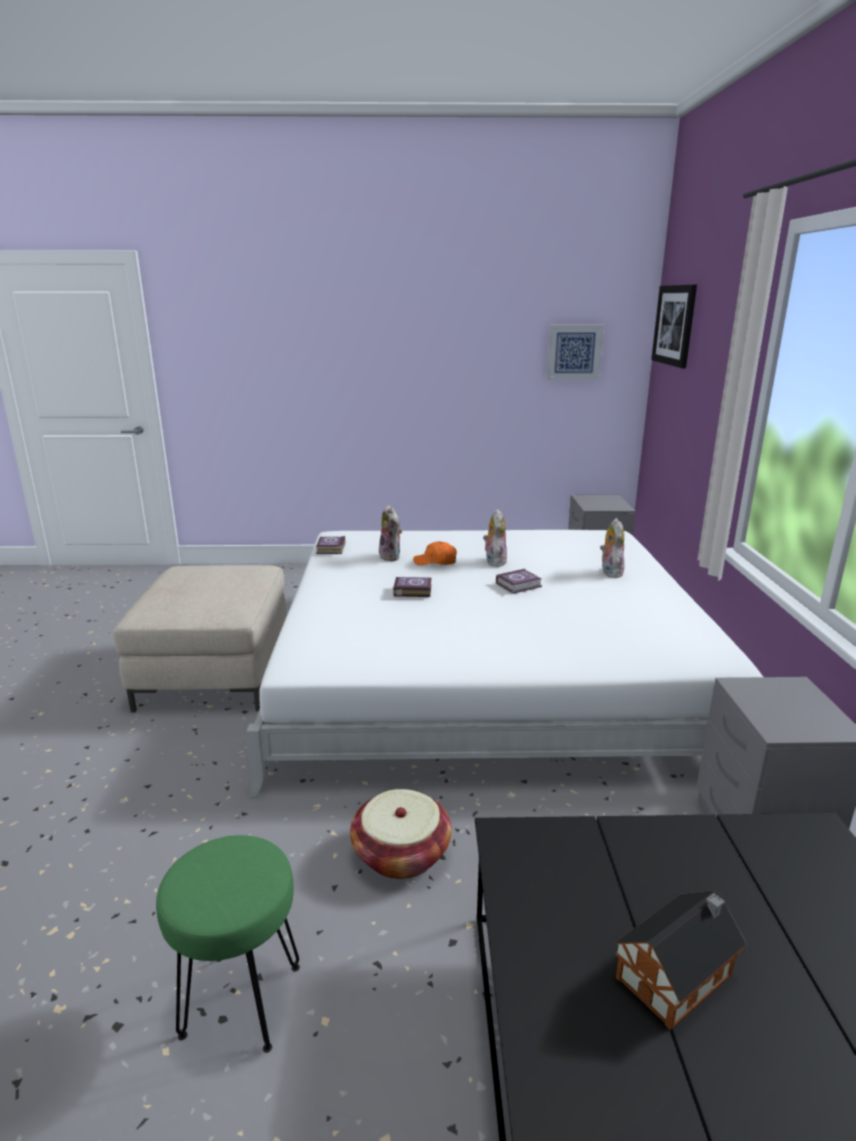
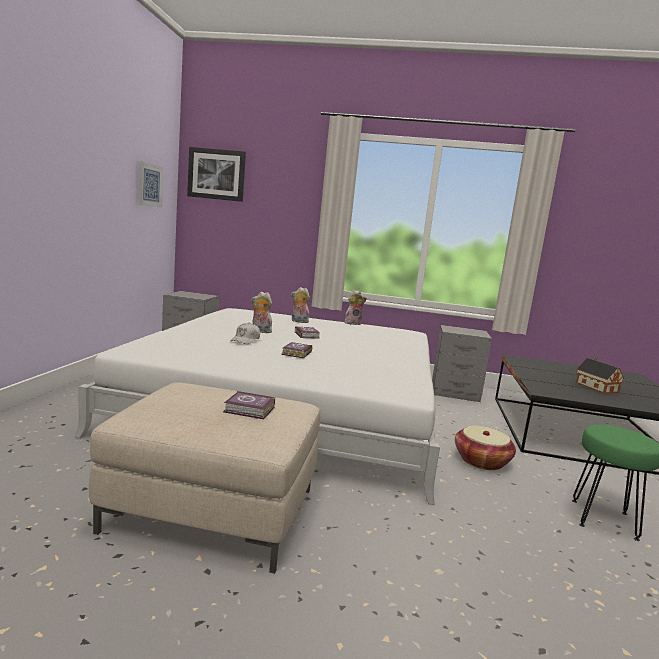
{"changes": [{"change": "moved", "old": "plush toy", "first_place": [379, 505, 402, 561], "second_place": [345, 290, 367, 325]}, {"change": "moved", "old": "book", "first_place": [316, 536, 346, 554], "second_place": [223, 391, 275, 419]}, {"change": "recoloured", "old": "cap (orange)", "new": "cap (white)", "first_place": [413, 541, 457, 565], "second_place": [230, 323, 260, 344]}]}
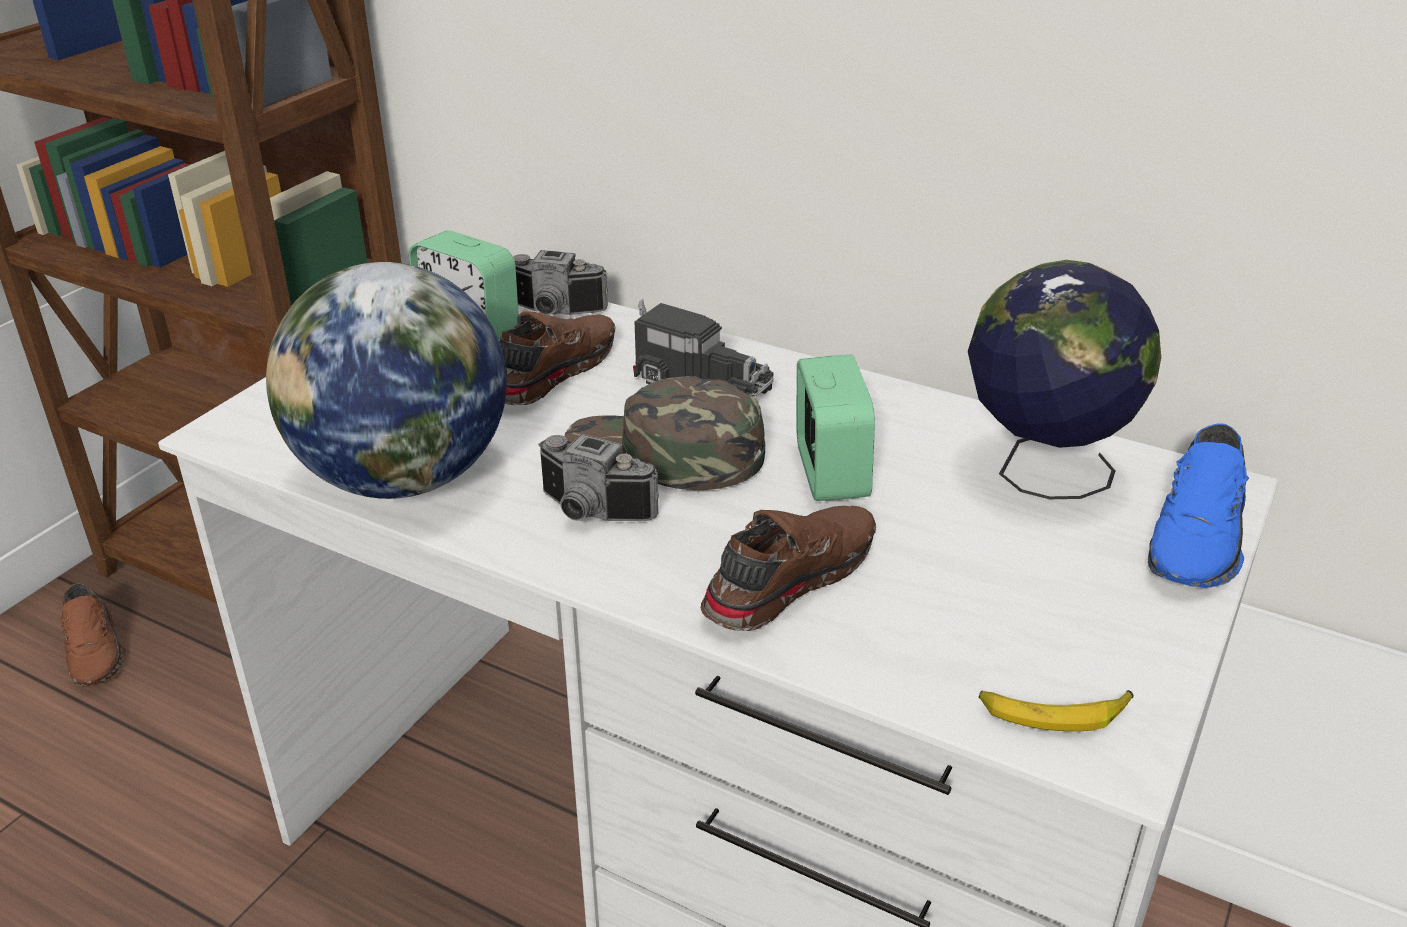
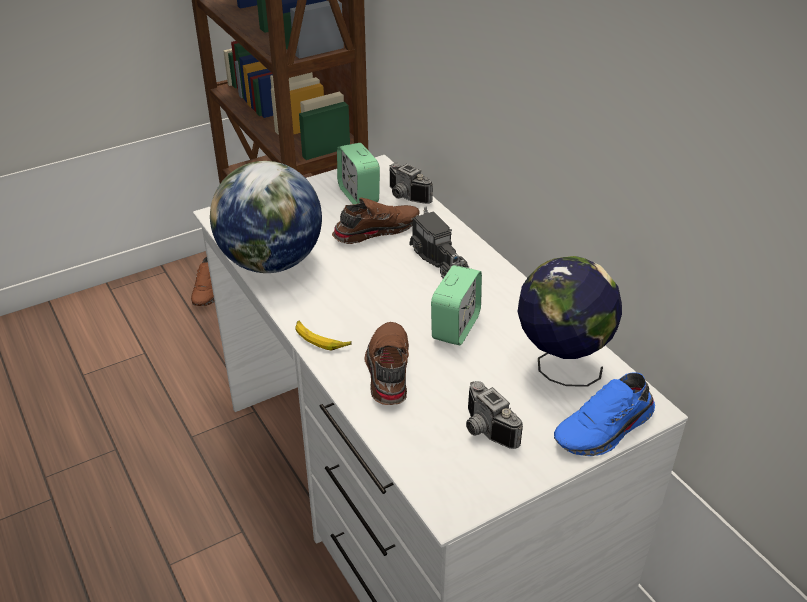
{"changes": [{"change": "removed", "old": "cap (green)", "first_place": [564, 376, 765, 490]}, {"change": "moved", "old": "photo camera", "first_place": [538, 434, 659, 521], "second_place": [466, 381, 523, 449]}, {"change": "turned", "old": "shoe (brown)", "first_place": [701, 506, 876, 631], "second_place": [364, 322, 409, 405], "degrees": -75}, {"change": "moved", "old": "banana", "first_place": [979, 690, 1134, 731], "second_place": [295, 321, 352, 351]}]}
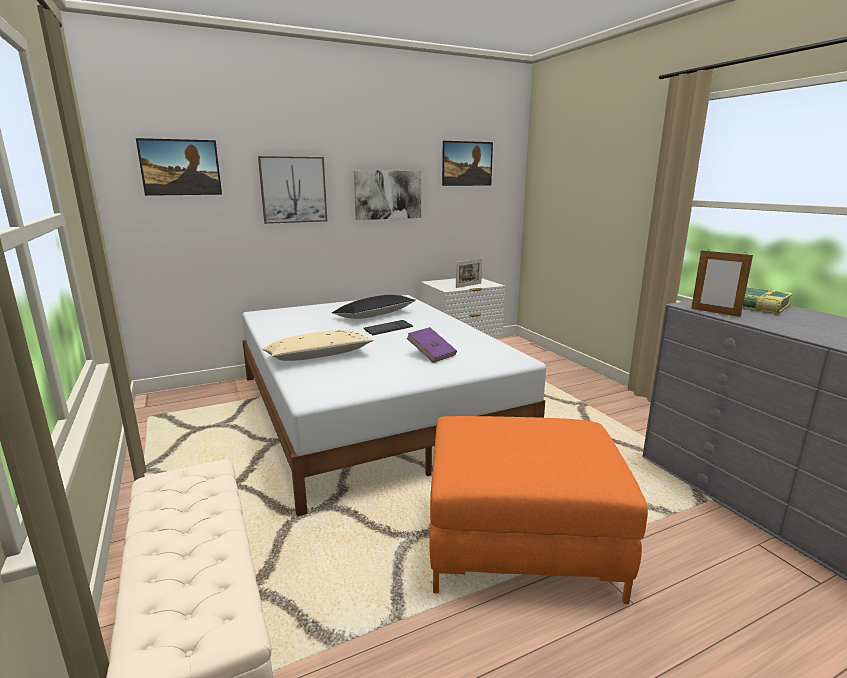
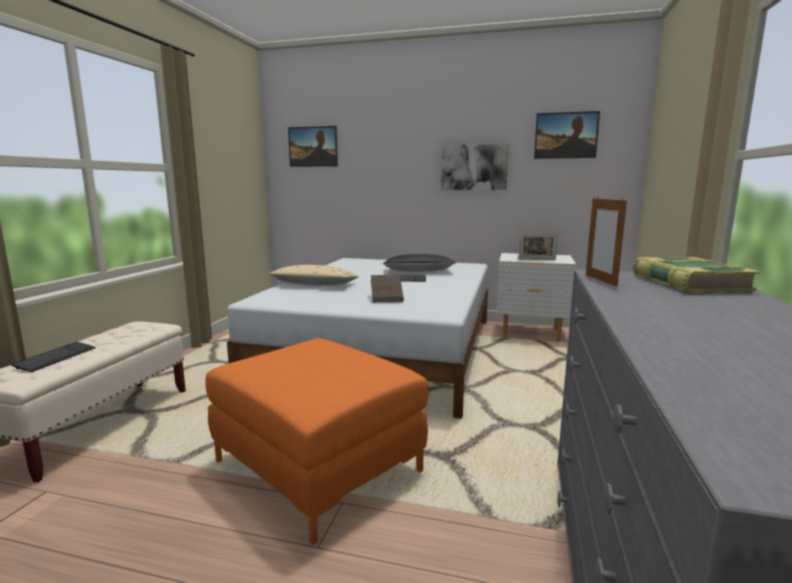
{"changes": [{"change": "removed", "old": "picture", "first_place": [258, 156, 327, 224]}, {"change": "recoloured", "old": "book (purple)", "new": "book (brown)", "first_place": [407, 327, 457, 363], "second_place": [371, 275, 404, 302]}, {"change": "added", "new": "keyboard", "second_place": [11, 342, 96, 372]}]}
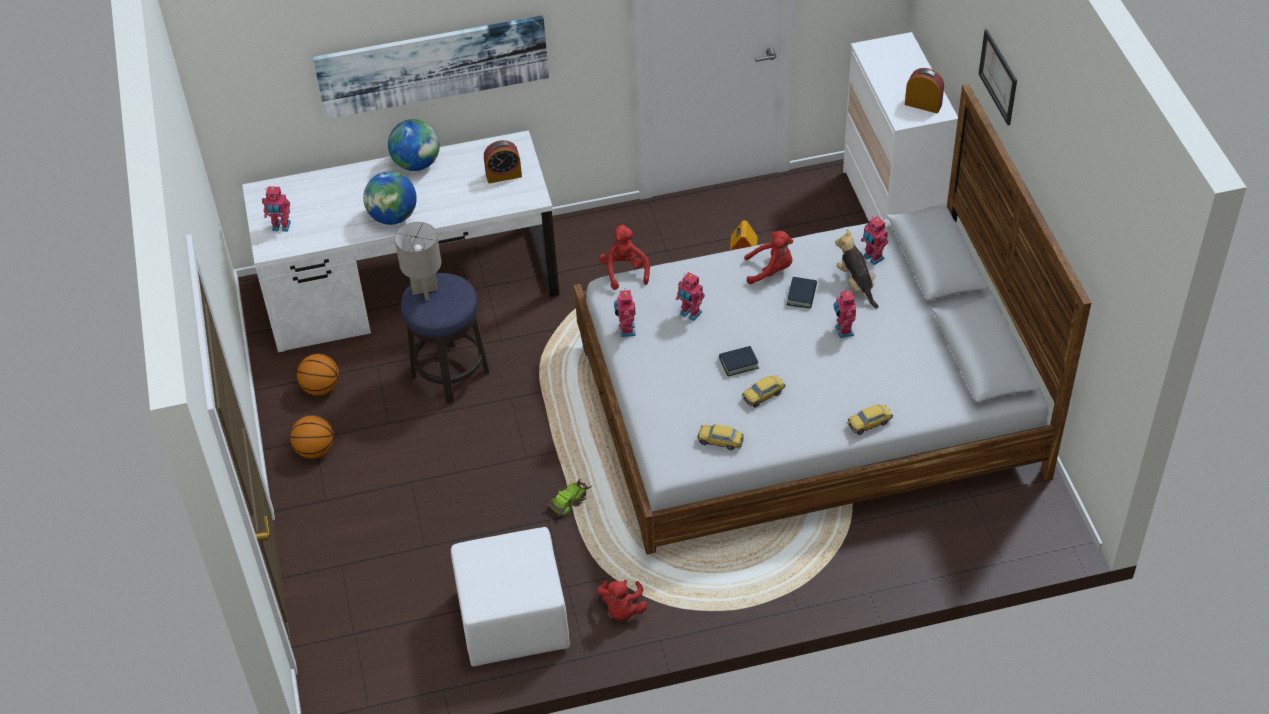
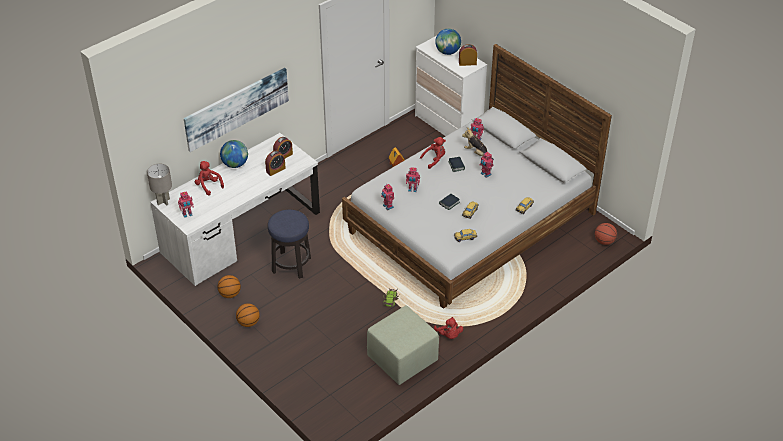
{"changes": [{"change": "removed", "old": "picture", "first_place": [979, 29, 1017, 125]}, {"change": "moved", "old": "globe", "first_place": [363, 171, 417, 225], "second_place": [435, 29, 461, 55]}, {"change": "moved", "old": "table lamp (grey)", "first_place": [395, 222, 441, 300], "second_place": [147, 164, 172, 206]}, {"change": "moved", "old": "plush toy (red)", "first_place": [599, 224, 650, 290], "second_place": [194, 161, 224, 195]}, {"change": "recoloured", "old": "ottoman (white)", "new": "ottoman (green)", "first_place": [451, 527, 570, 666], "second_place": [367, 305, 439, 385]}, {"change": "added", "new": "alarm clock", "second_place": [265, 151, 286, 176]}, {"change": "added", "new": "basketball", "second_place": [595, 223, 617, 245]}]}
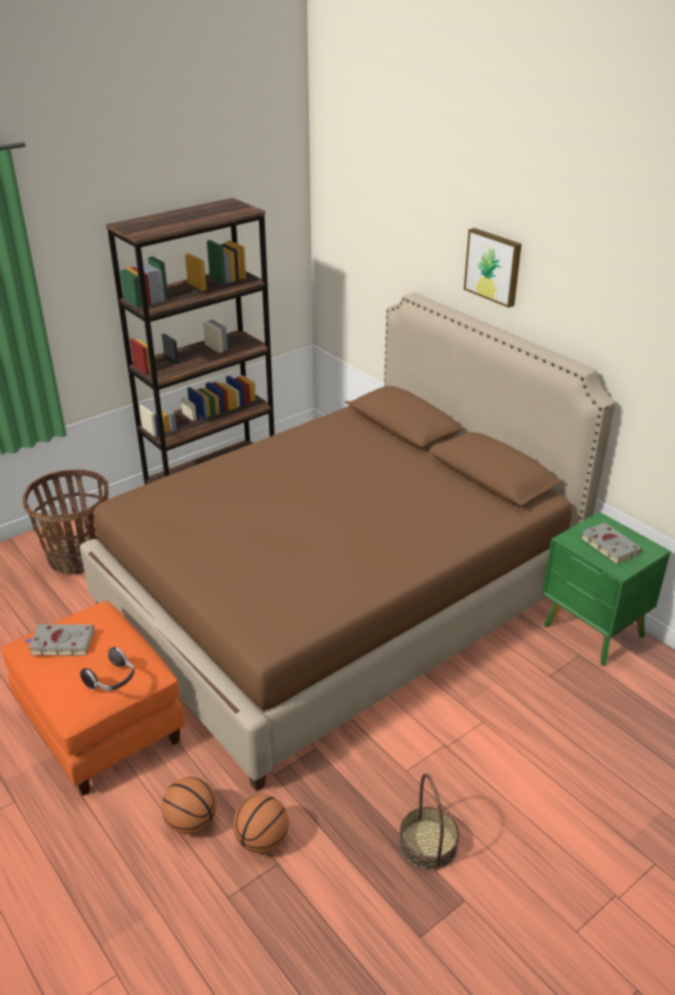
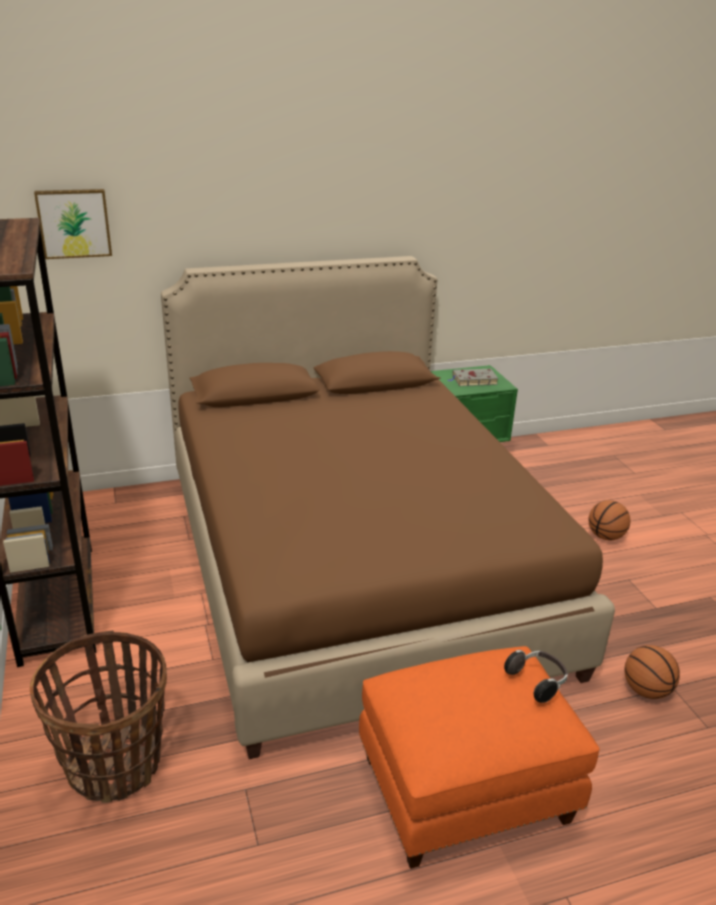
{"changes": [{"change": "moved", "old": "picture", "first_place": [464, 228, 521, 308], "second_place": [34, 189, 112, 259]}, {"change": "removed", "old": "book (grey)", "first_place": [24, 624, 94, 656]}, {"change": "removed", "old": "basket", "first_place": [399, 773, 459, 871]}, {"change": "moved", "old": "basketball", "first_place": [162, 777, 217, 834], "second_place": [588, 500, 631, 540]}]}
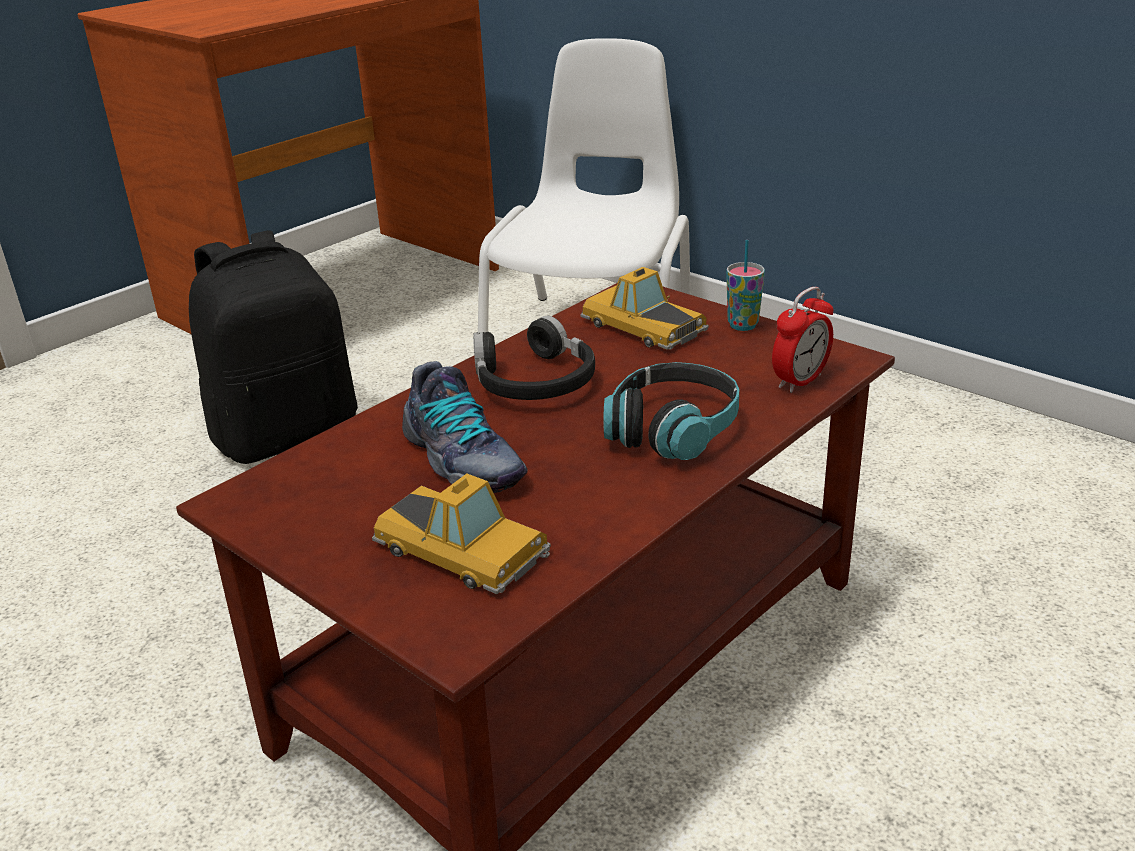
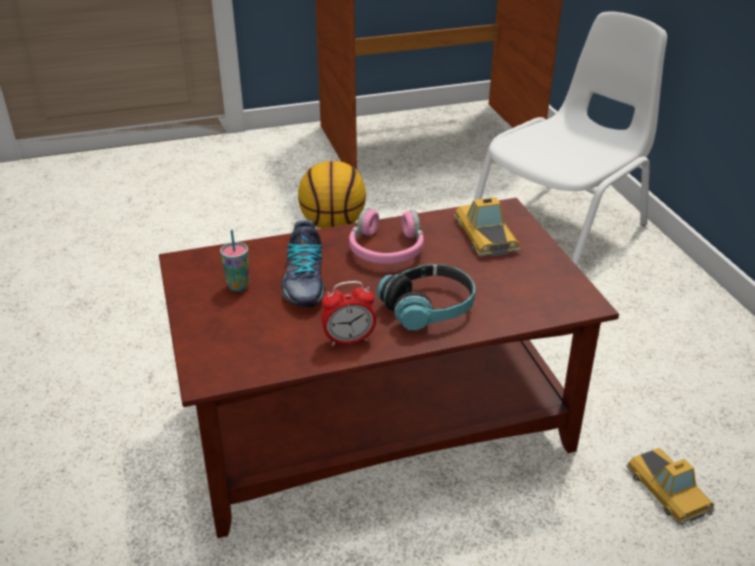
{"changes": [{"change": "replaced", "old": "backpack (black)", "new": "basketball", "first_place": [189, 230, 358, 464], "second_place": [298, 161, 366, 228]}, {"change": "moved", "old": "cup", "first_place": [726, 240, 765, 331], "second_place": [220, 230, 249, 291]}, {"change": "moved", "old": "alarm clock", "first_place": [772, 287, 833, 393], "second_place": [321, 281, 376, 346]}, {"change": "recoloured", "old": "headphones (black)", "new": "headphones (pink)", "first_place": [473, 315, 595, 400], "second_place": [349, 208, 424, 264]}, {"change": "moved", "old": "toy car", "first_place": [372, 474, 551, 594], "second_place": [626, 448, 715, 525]}]}
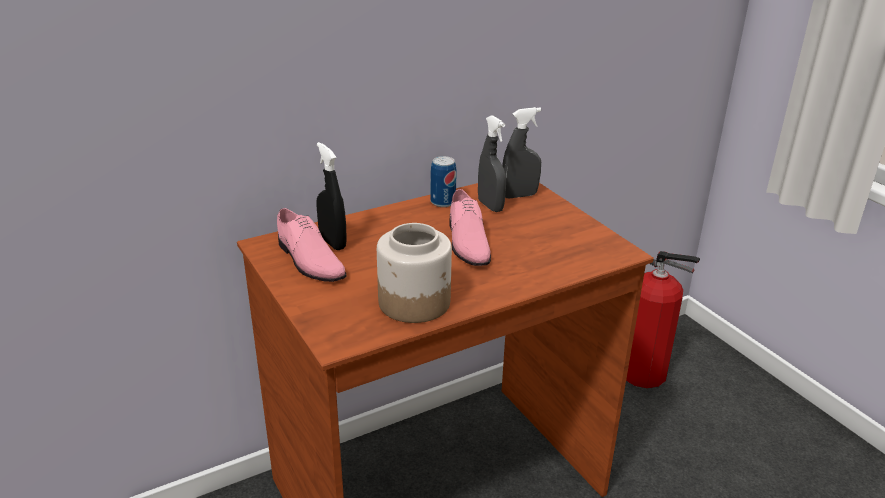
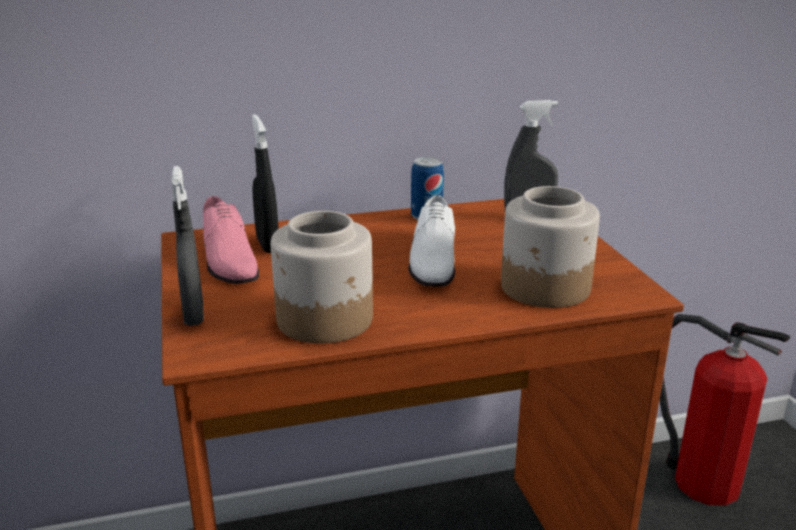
{"changes": [{"change": "moved", "old": "spray bottle (grey)", "first_place": [478, 115, 506, 212], "second_place": [171, 166, 204, 326]}, {"change": "recoloured", "old": "shoe (pink)", "new": "shoe (white)", "first_place": [449, 189, 491, 266], "second_place": [408, 195, 455, 287]}, {"change": "added", "new": "jar", "second_place": [501, 186, 600, 308]}]}
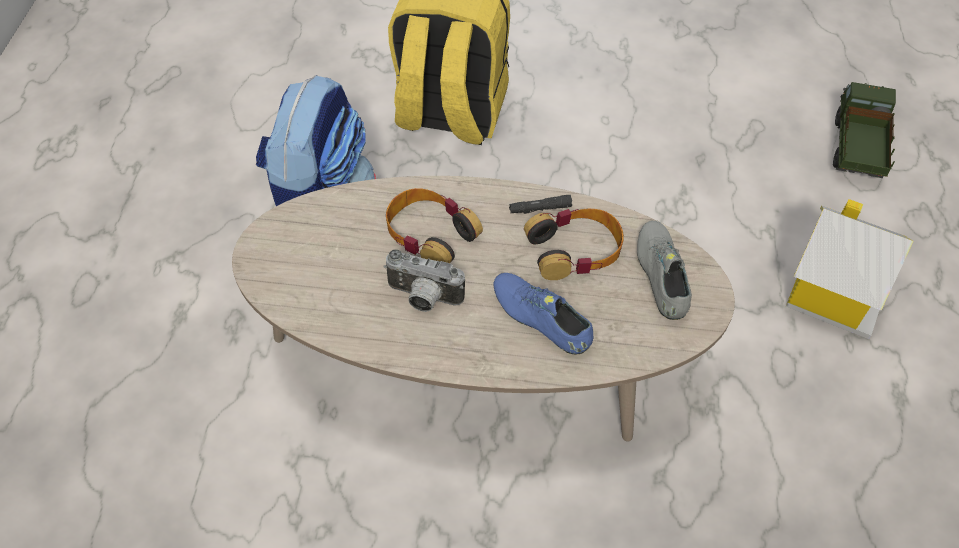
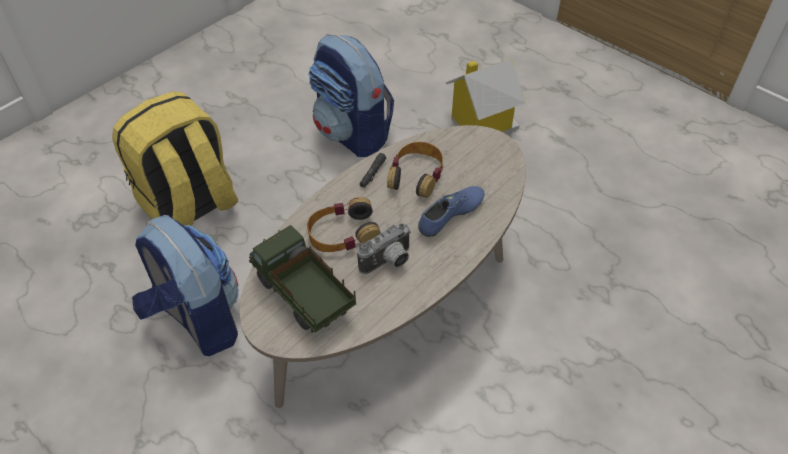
{"changes": [{"change": "moved", "old": "toy truck", "first_place": [833, 82, 896, 178], "second_place": [249, 225, 356, 333]}, {"change": "removed", "old": "shoe (grey)", "first_place": [637, 221, 692, 320]}, {"change": "turned", "old": "shoe (blue)", "first_place": [493, 273, 593, 354], "second_place": [418, 186, 484, 237], "degrees": 150}, {"change": "added", "new": "backpack", "second_place": [308, 35, 394, 157]}]}
